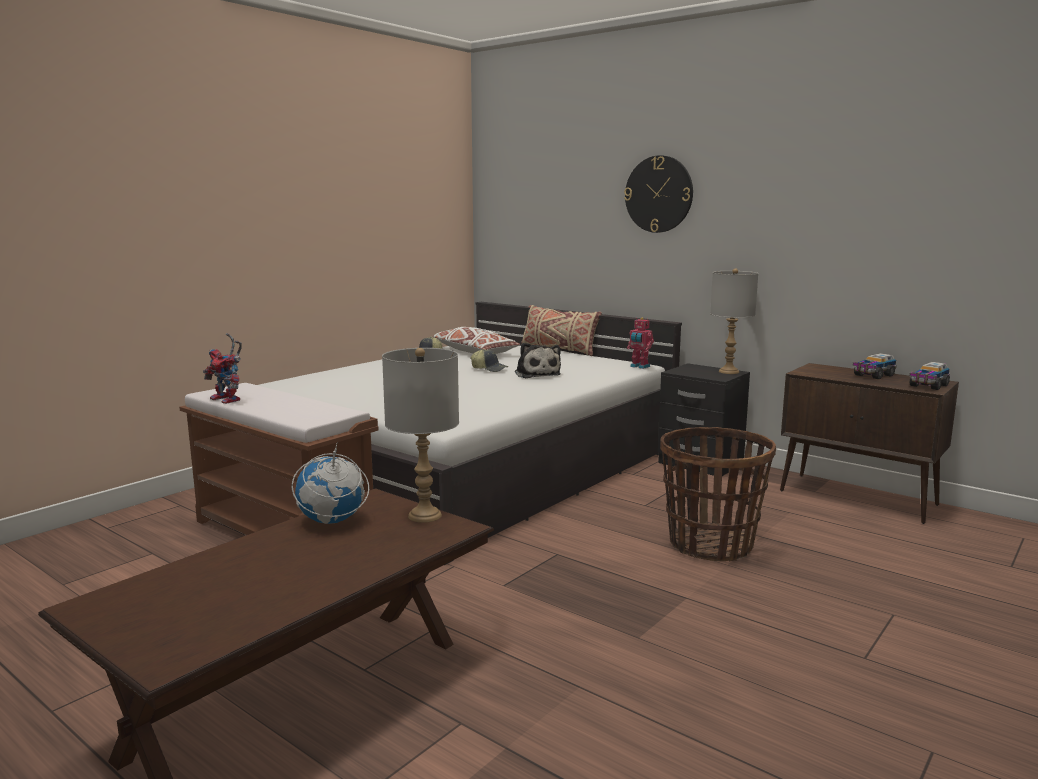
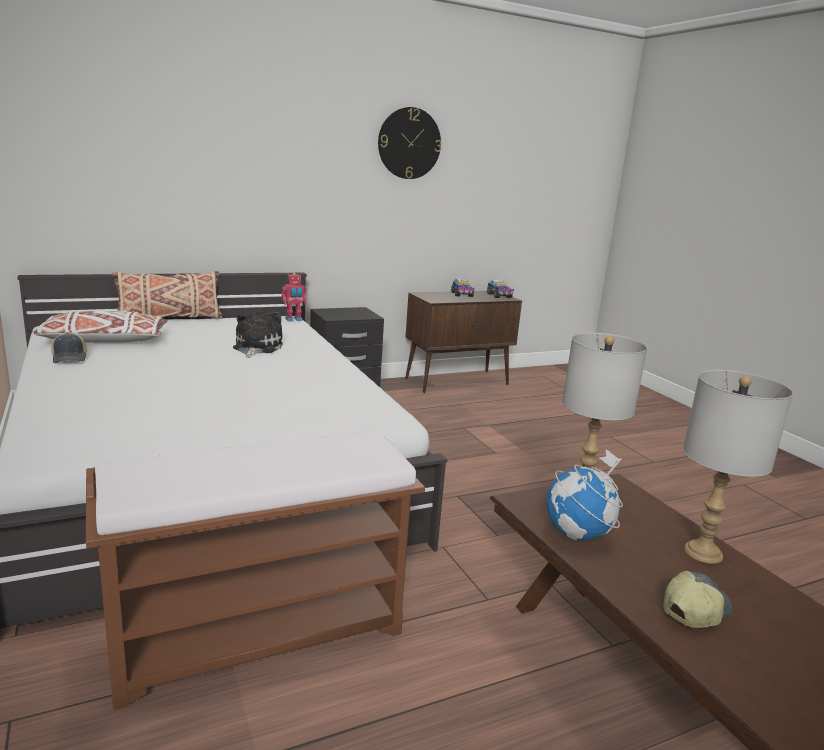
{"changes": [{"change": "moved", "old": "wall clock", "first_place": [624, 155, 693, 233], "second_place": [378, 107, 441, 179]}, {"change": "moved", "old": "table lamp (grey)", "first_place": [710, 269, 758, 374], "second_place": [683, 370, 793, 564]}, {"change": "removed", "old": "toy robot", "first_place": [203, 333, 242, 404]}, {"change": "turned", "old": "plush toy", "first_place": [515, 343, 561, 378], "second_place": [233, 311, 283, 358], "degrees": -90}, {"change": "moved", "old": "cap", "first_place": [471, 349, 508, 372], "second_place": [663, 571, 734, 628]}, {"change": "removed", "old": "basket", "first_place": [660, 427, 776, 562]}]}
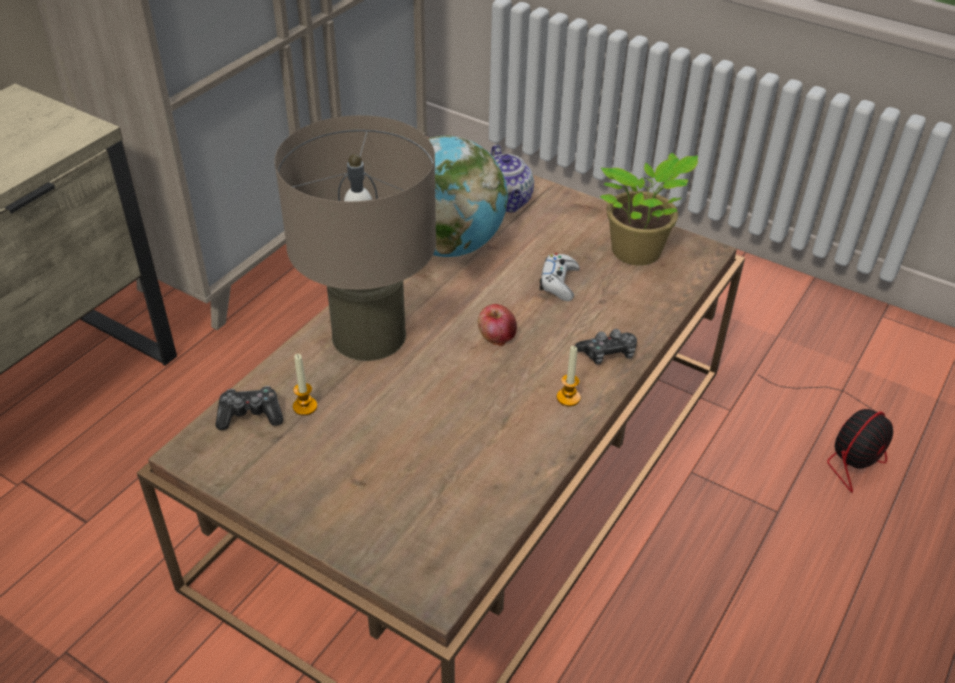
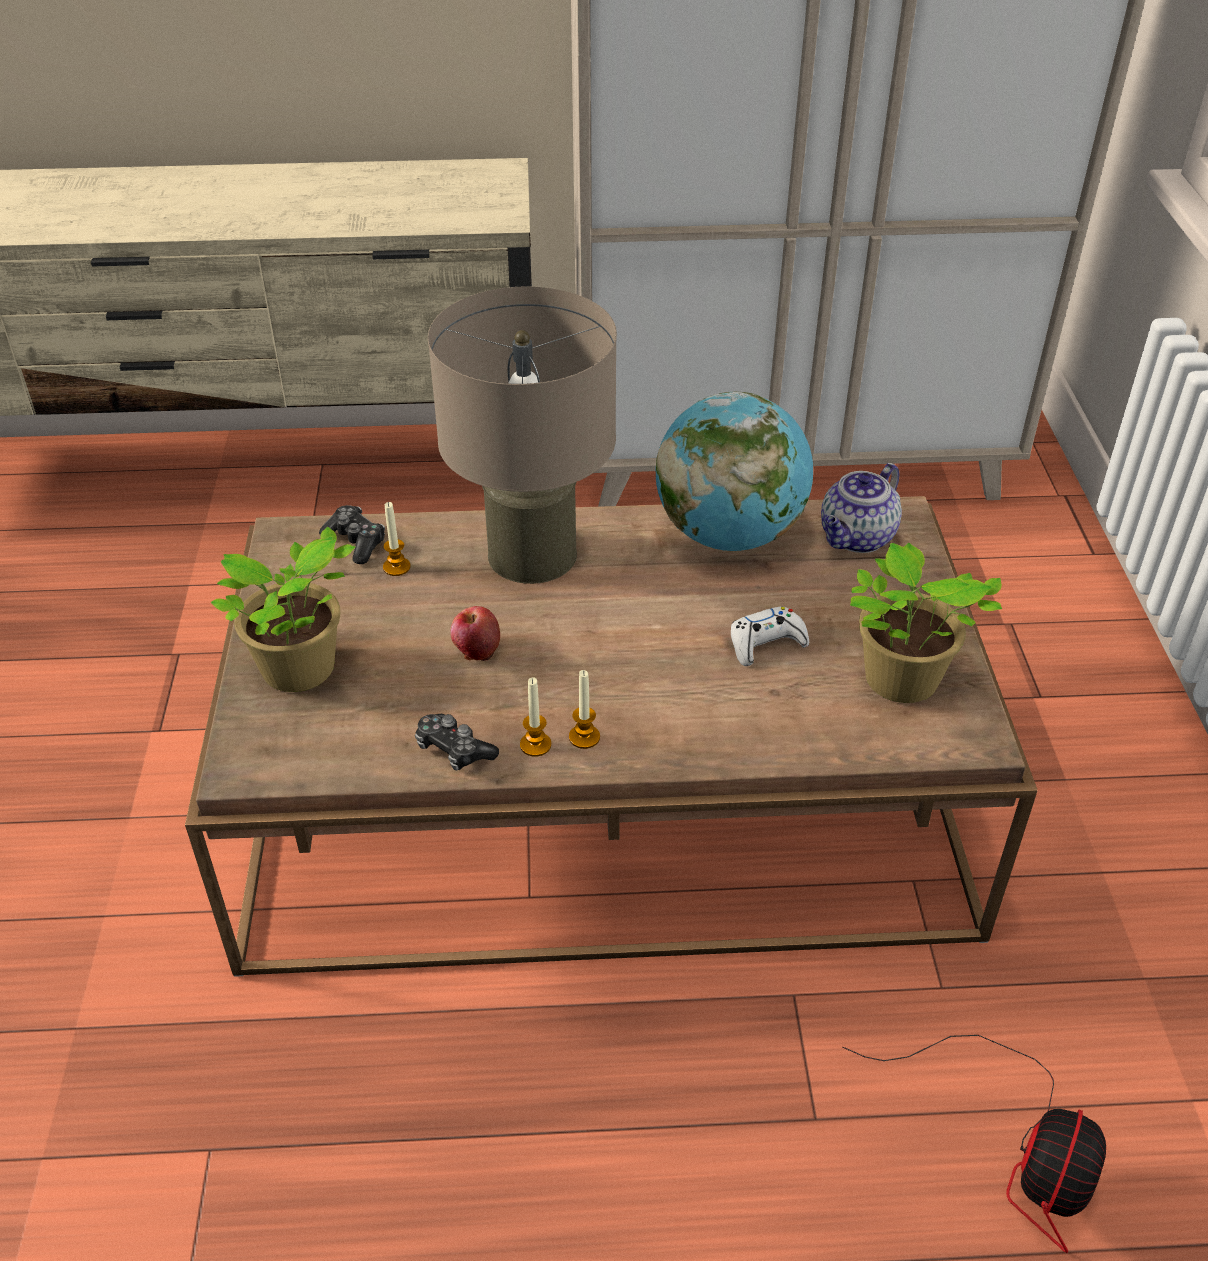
{"changes": [{"change": "moved", "old": "apple", "first_place": [478, 304, 517, 346], "second_place": [450, 606, 500, 661]}, {"change": "moved", "old": "game controller", "first_place": [575, 329, 637, 364], "second_place": [415, 714, 499, 771]}, {"change": "turned", "old": "fan", "first_place": [757, 374, 893, 493], "second_place": [842, 1035, 1106, 1253], "degrees": -75}, {"change": "added", "new": "potted plant", "second_place": [211, 527, 355, 692]}, {"change": "added", "new": "candle", "second_place": [520, 677, 551, 757]}]}
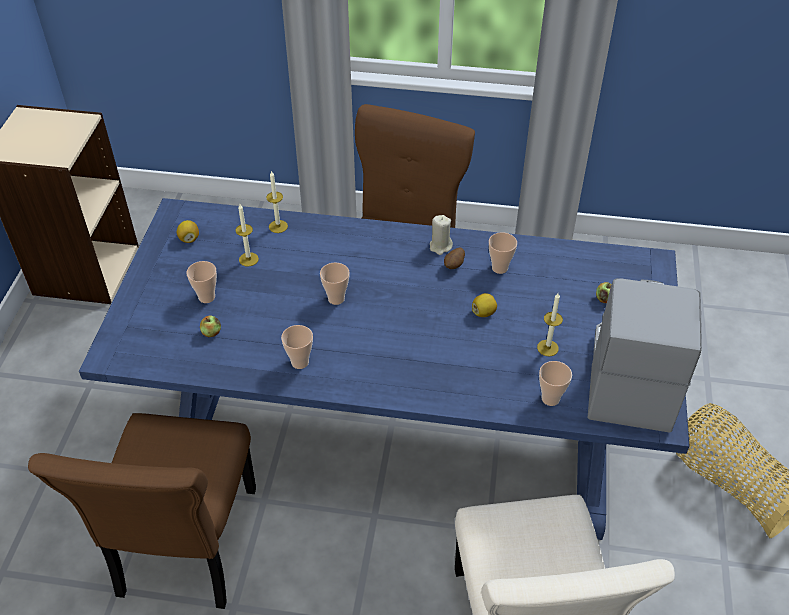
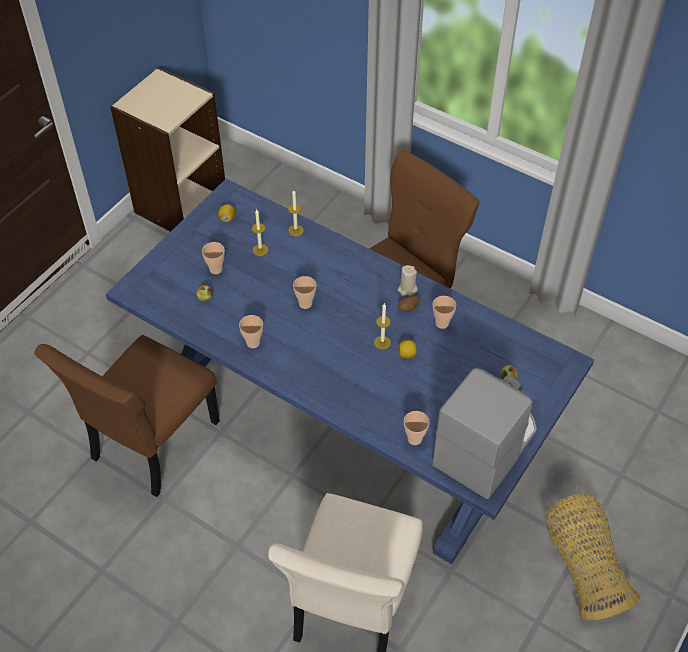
{"changes": [{"change": "moved", "old": "candle", "first_place": [537, 293, 563, 356], "second_place": [374, 303, 391, 350]}]}
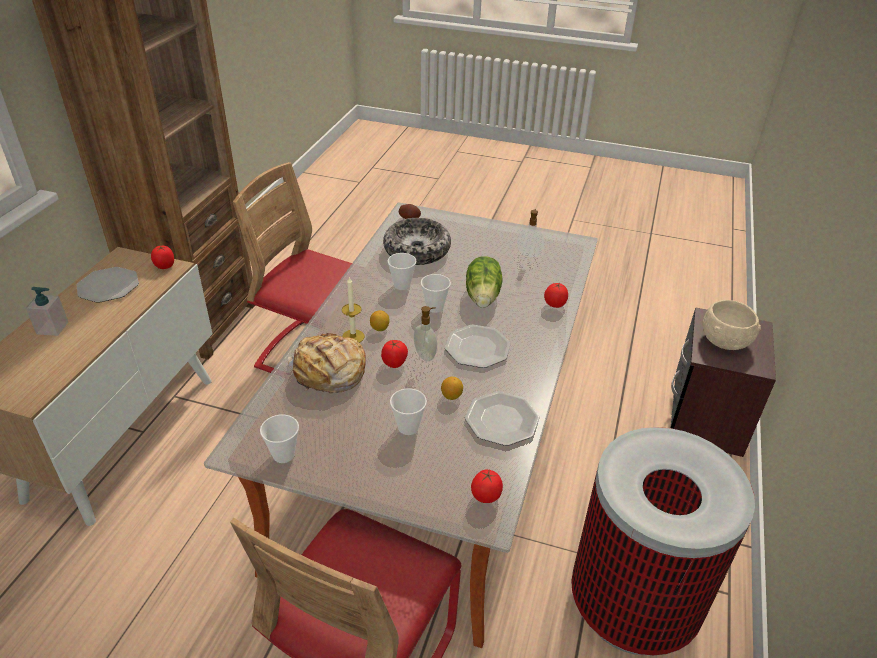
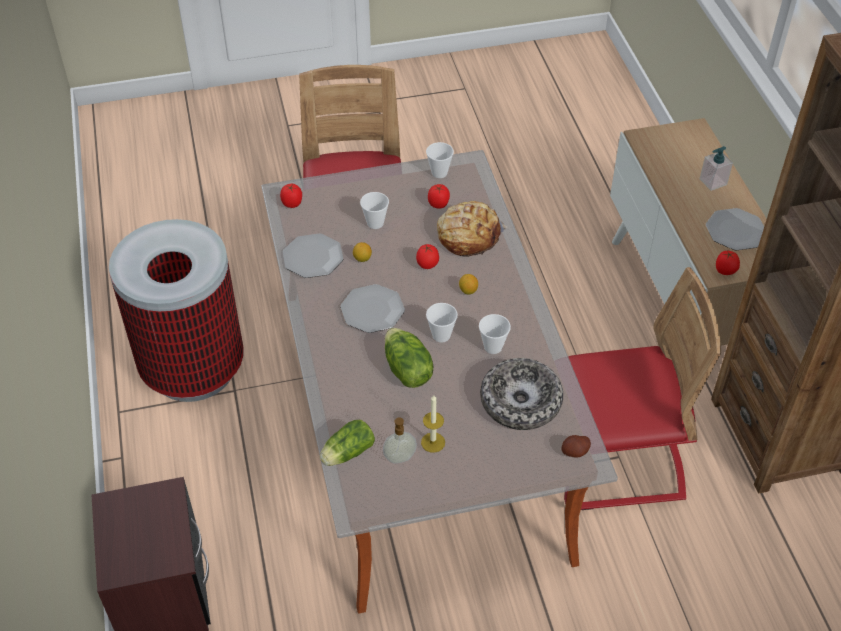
{"changes": [{"change": "moved", "old": "candle", "first_place": [342, 277, 365, 343], "second_place": [421, 395, 445, 453]}, {"change": "moved", "old": "tomato", "first_place": [544, 283, 568, 308], "second_place": [428, 184, 450, 209]}, {"change": "removed", "old": "bowl (beige)", "first_place": [703, 300, 761, 350]}, {"change": "removed", "old": "soap dispenser", "first_place": [414, 306, 437, 361]}, {"change": "added", "new": "lettuce", "second_place": [320, 420, 375, 466]}]}
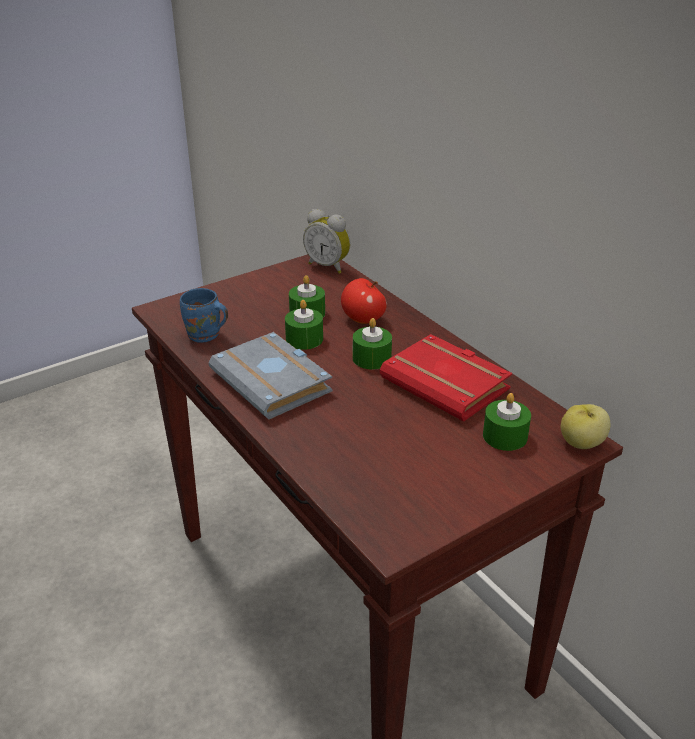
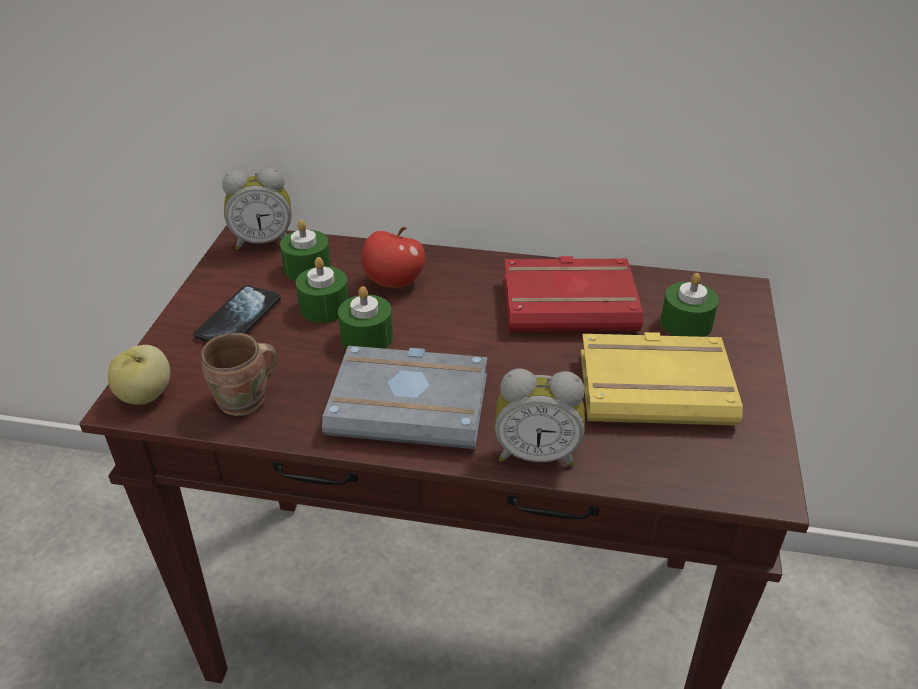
{"changes": [{"change": "recoloured", "old": "mug (blue)", "new": "mug (brown)", "first_place": [180, 288, 228, 343], "second_place": [201, 333, 278, 416]}, {"change": "moved", "old": "candle (green)", "first_place": [353, 318, 392, 370], "second_place": [280, 219, 331, 281]}, {"change": "moved", "old": "apple", "first_place": [561, 404, 611, 449], "second_place": [108, 345, 170, 405]}, {"change": "added", "new": "phone", "second_place": [194, 285, 281, 342]}, {"change": "added", "new": "book (yellow)", "second_place": [581, 332, 743, 426]}, {"change": "added", "new": "alarm clock", "second_place": [494, 369, 585, 467]}]}
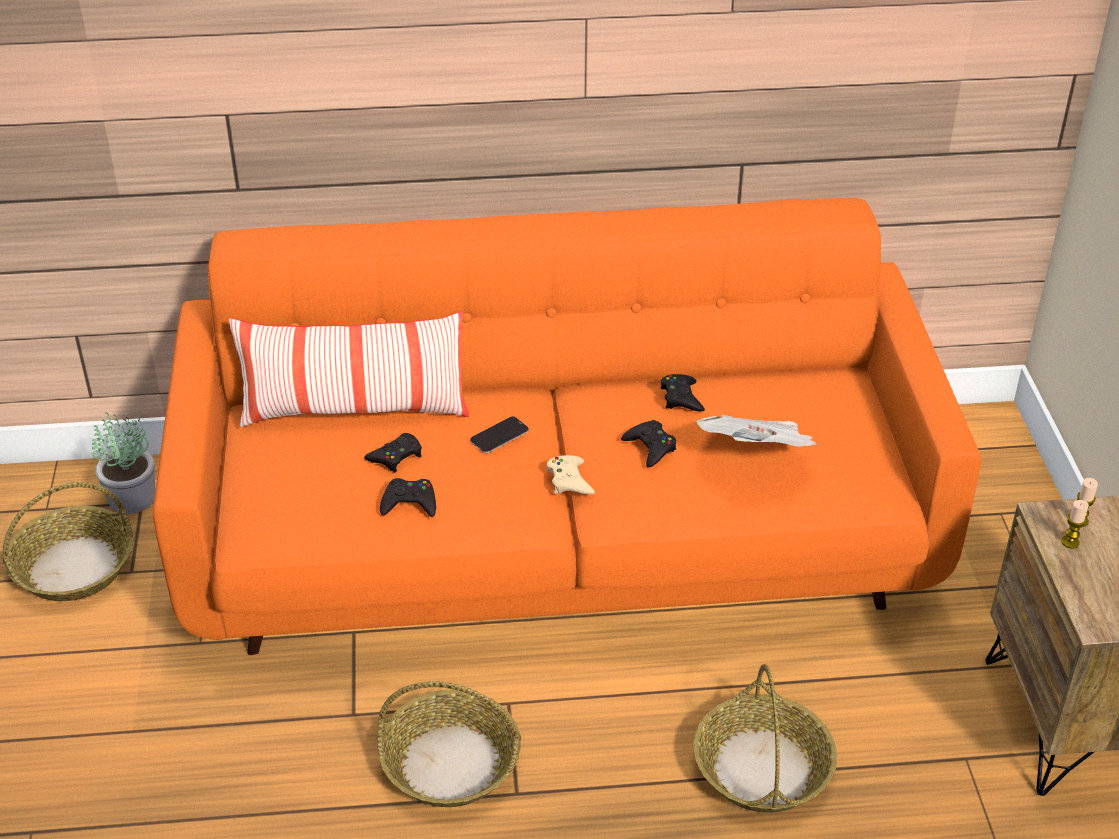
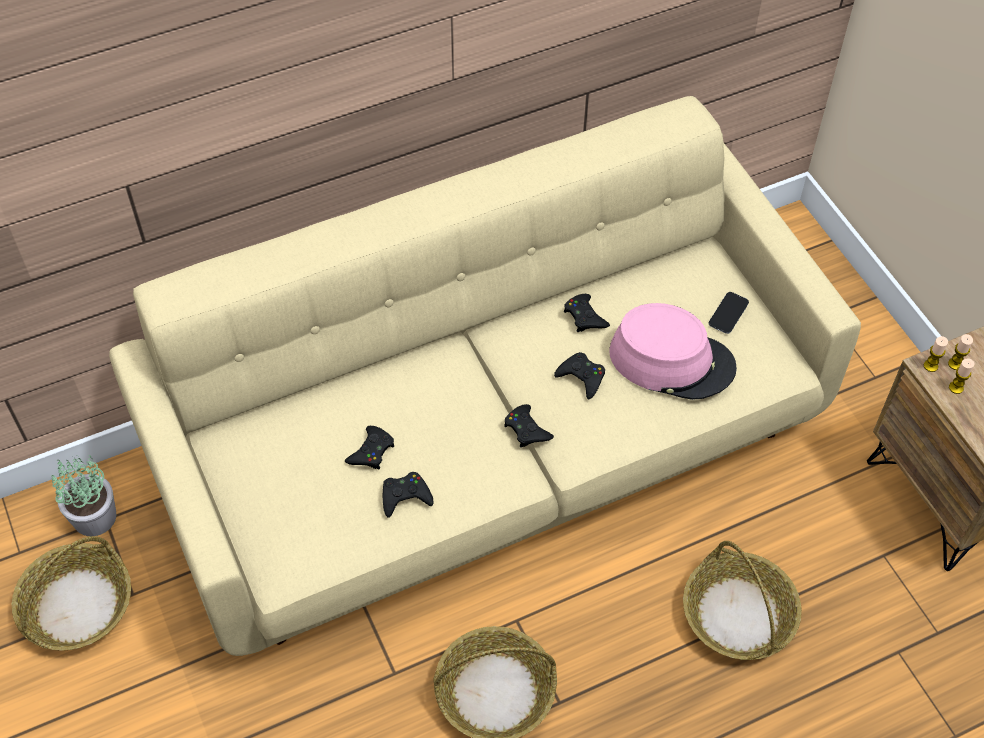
{"changes": [{"change": "recoloured", "old": "sofa (orange)", "new": "sofa (beige)", "first_place": [152, 198, 981, 655], "second_place": [109, 96, 861, 656]}, {"change": "removed", "old": "pillow", "first_place": [229, 311, 469, 427]}, {"change": "replaced", "old": "newspaper", "new": "hat (pink)", "first_place": [696, 415, 818, 447], "second_place": [609, 303, 737, 400]}, {"change": "moved", "old": "phone", "first_place": [470, 417, 529, 453], "second_place": [708, 292, 749, 334]}, {"change": "recoloured", "old": "game controller (beige)", "new": "game controller (black)", "first_place": [547, 455, 595, 495], "second_place": [504, 404, 554, 448]}, {"change": "added", "new": "candle", "second_place": [924, 336, 948, 372]}]}
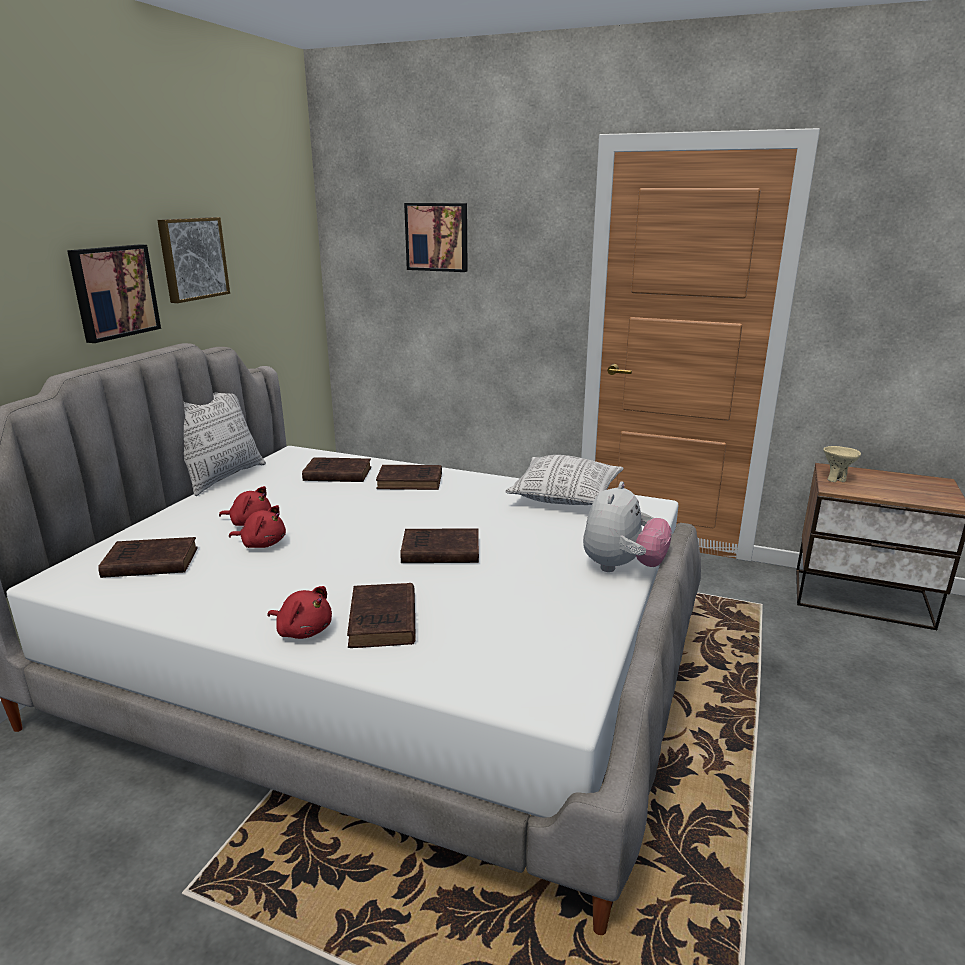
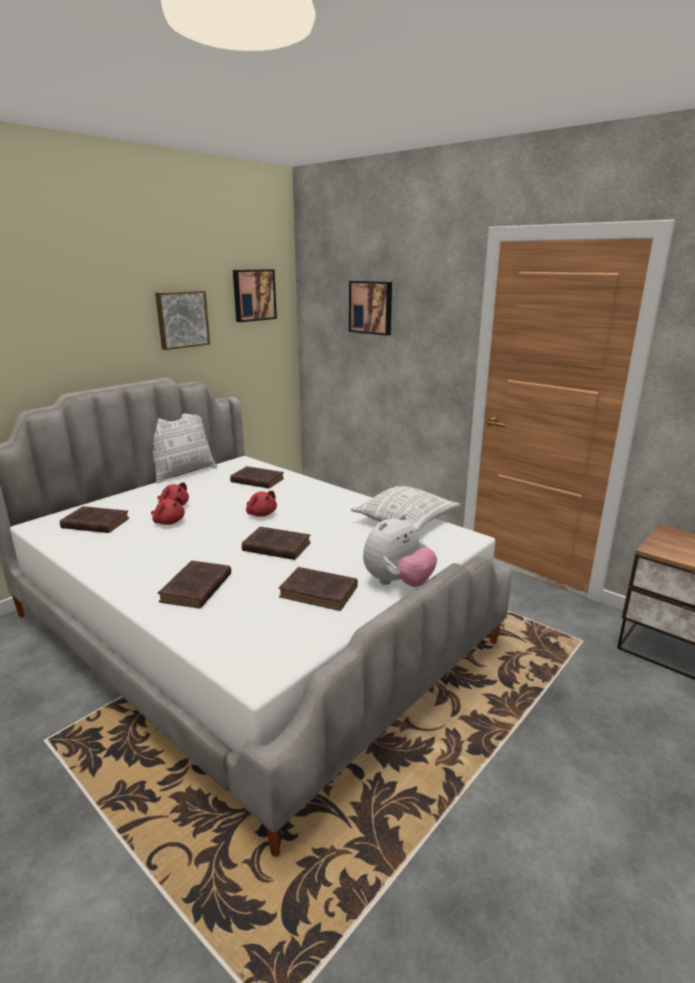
{"changes": [{"change": "moved", "old": "picture", "first_place": [67, 244, 161, 343], "second_place": [233, 269, 277, 322]}, {"change": "removed", "old": "bowl (beige)", "first_place": [823, 446, 861, 482]}, {"change": "moved", "old": "book (brown)", "first_place": [376, 465, 442, 490], "second_place": [279, 567, 358, 611]}, {"change": "moved", "old": "plush toy (red)", "first_place": [267, 586, 332, 639], "second_place": [246, 491, 277, 517]}]}
